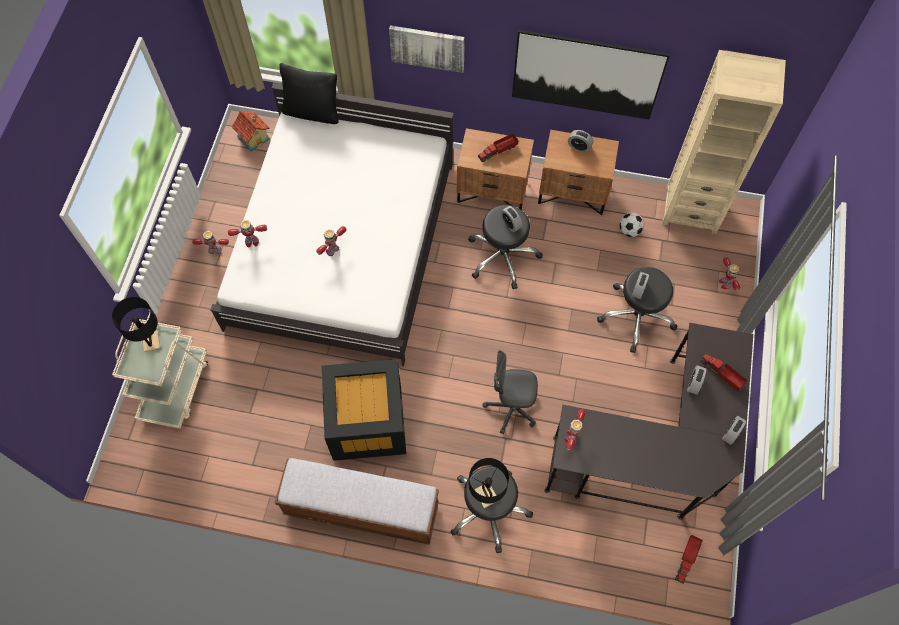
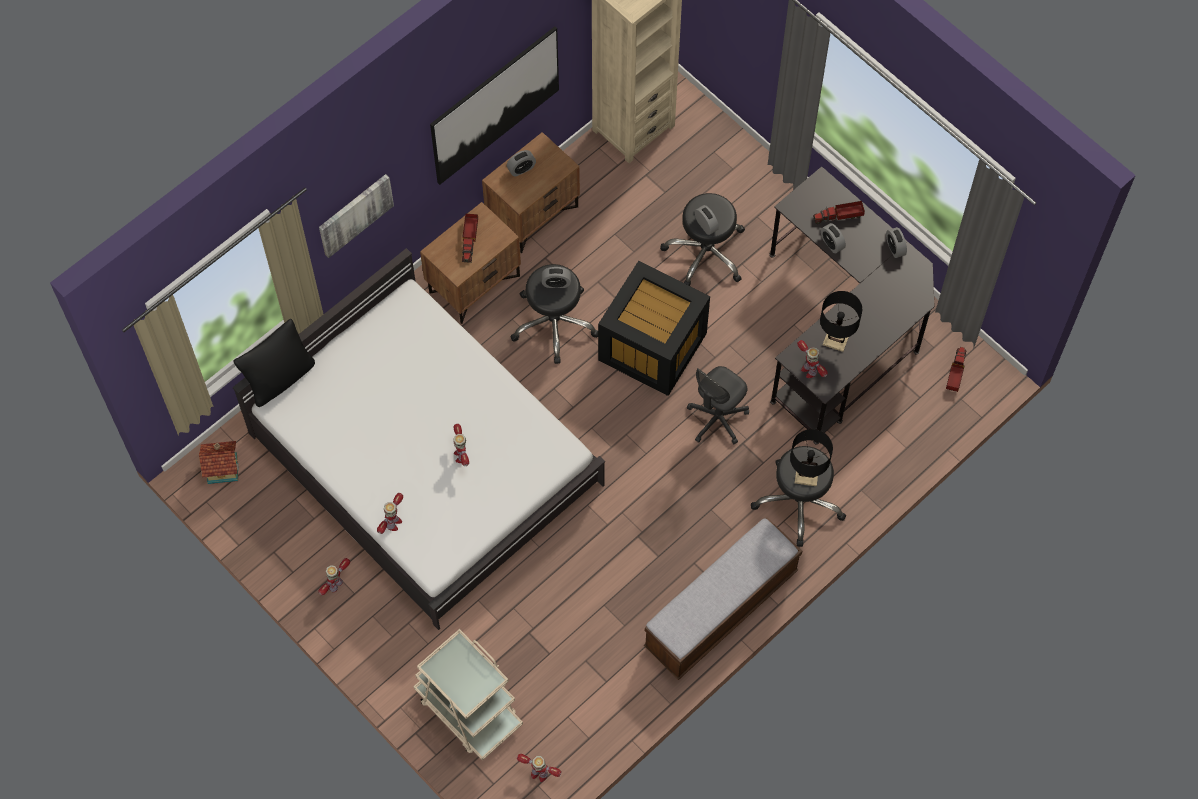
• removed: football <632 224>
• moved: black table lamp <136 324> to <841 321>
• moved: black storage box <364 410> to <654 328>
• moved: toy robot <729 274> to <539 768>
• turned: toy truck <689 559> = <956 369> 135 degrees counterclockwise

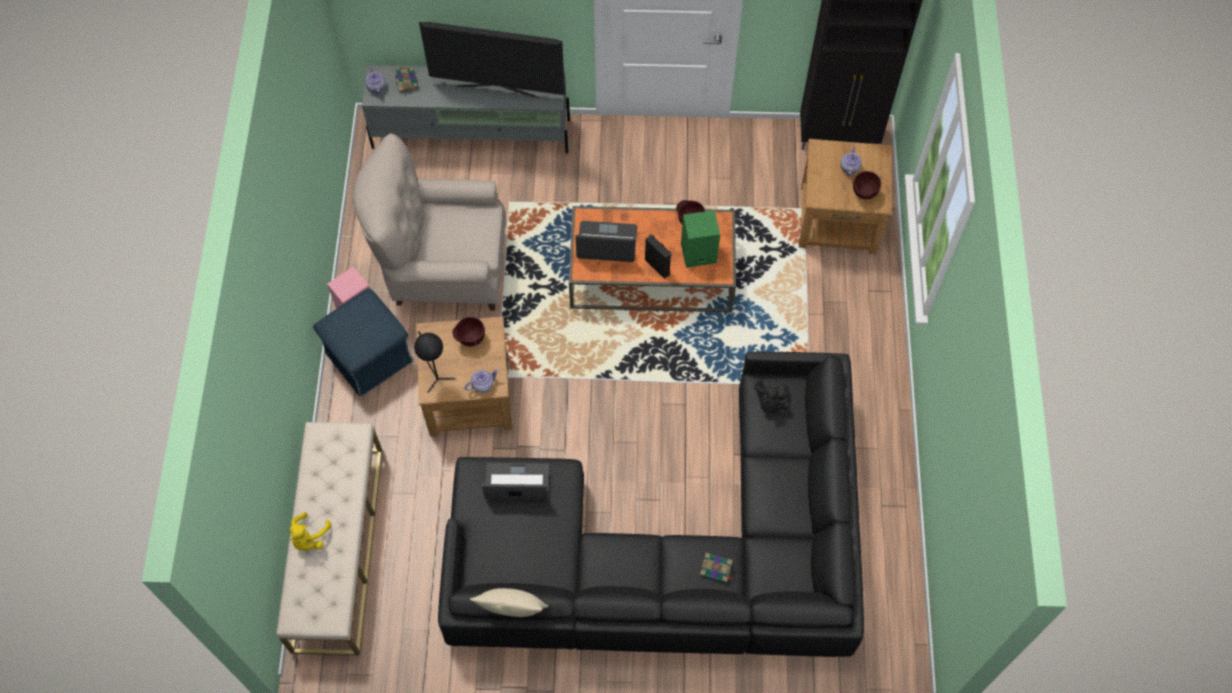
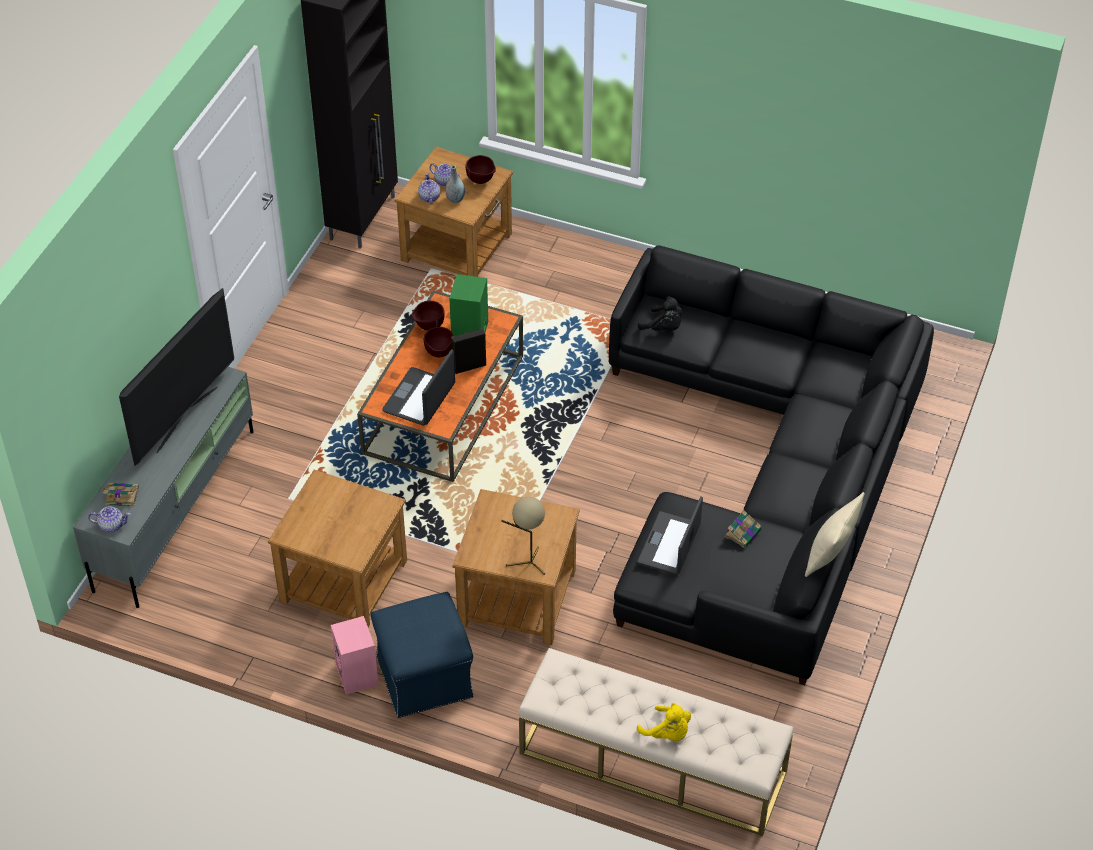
• added: grey vase <455 184>
• moved: brown bowl <468 332> to <438 342>
• moved: teapot <482 381> to <429 188>
• moved: book <716 568> to <743 529>
• replaced: beige armchair <429 222> to brown side table <337 548>
• recoloured: black table lamp <434 362> to beige table lamp <523 536>

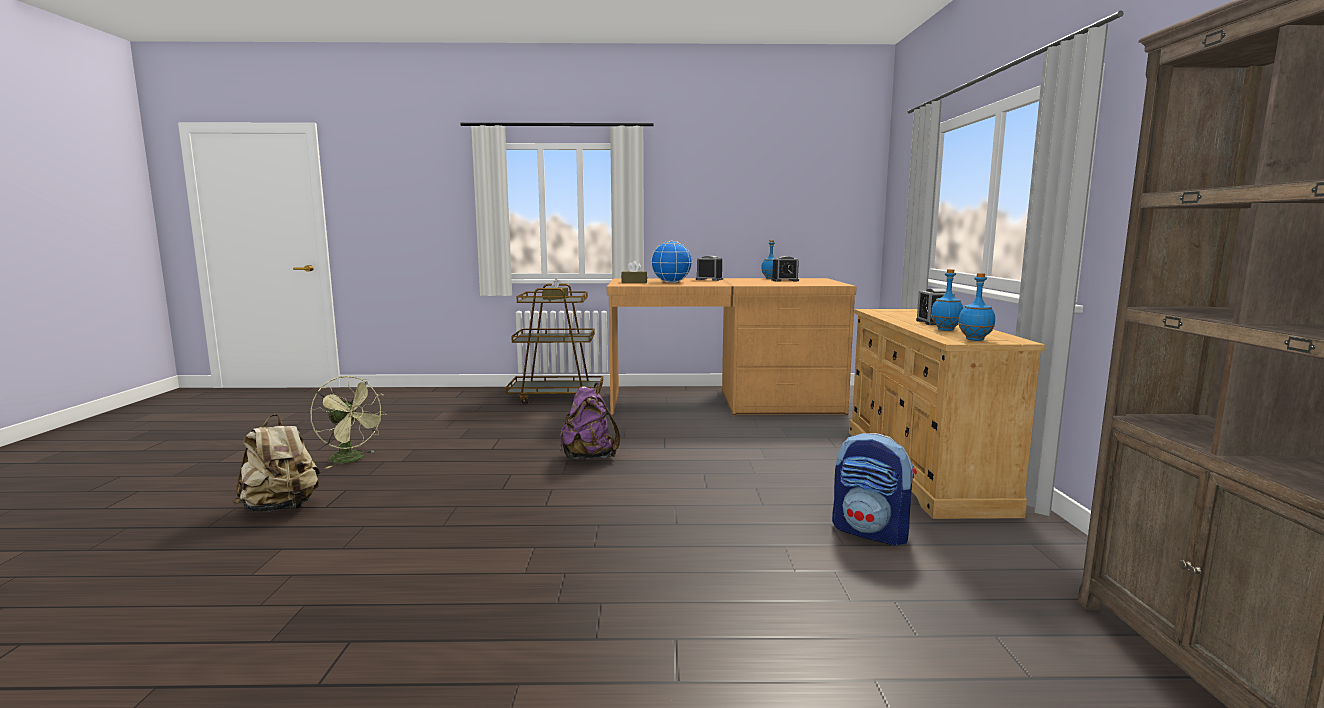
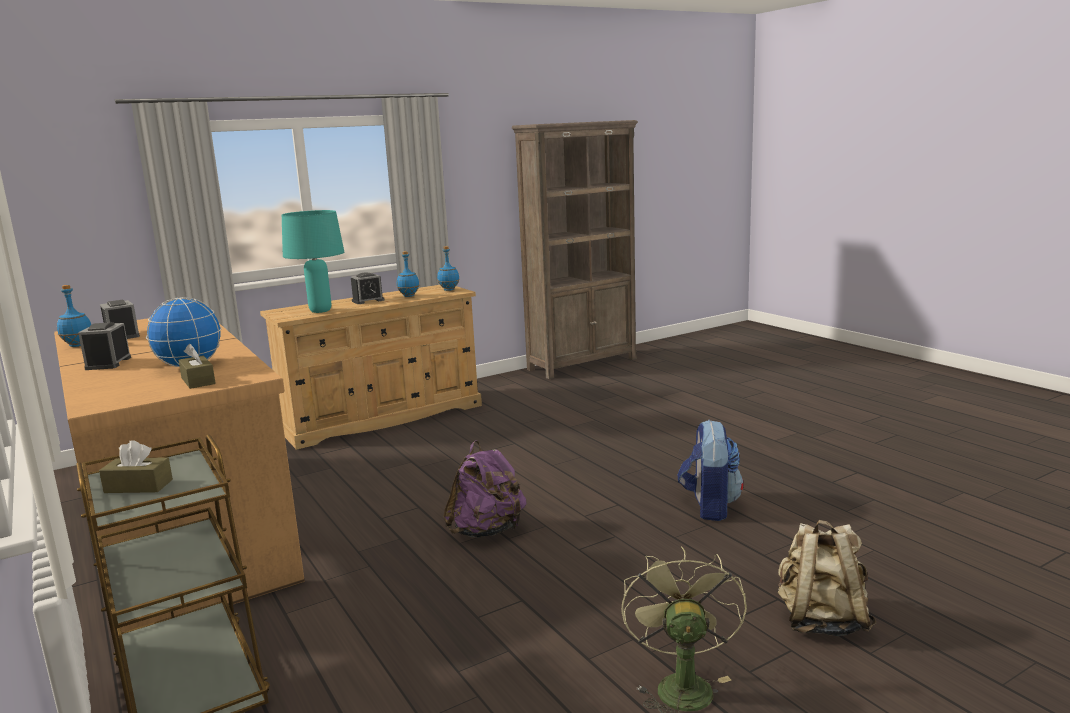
• added: turquoise table lamp <313 261>
• moved: backpack <874 489> to <710 470>

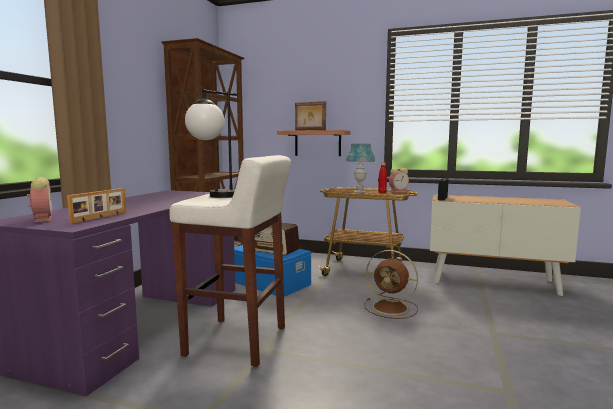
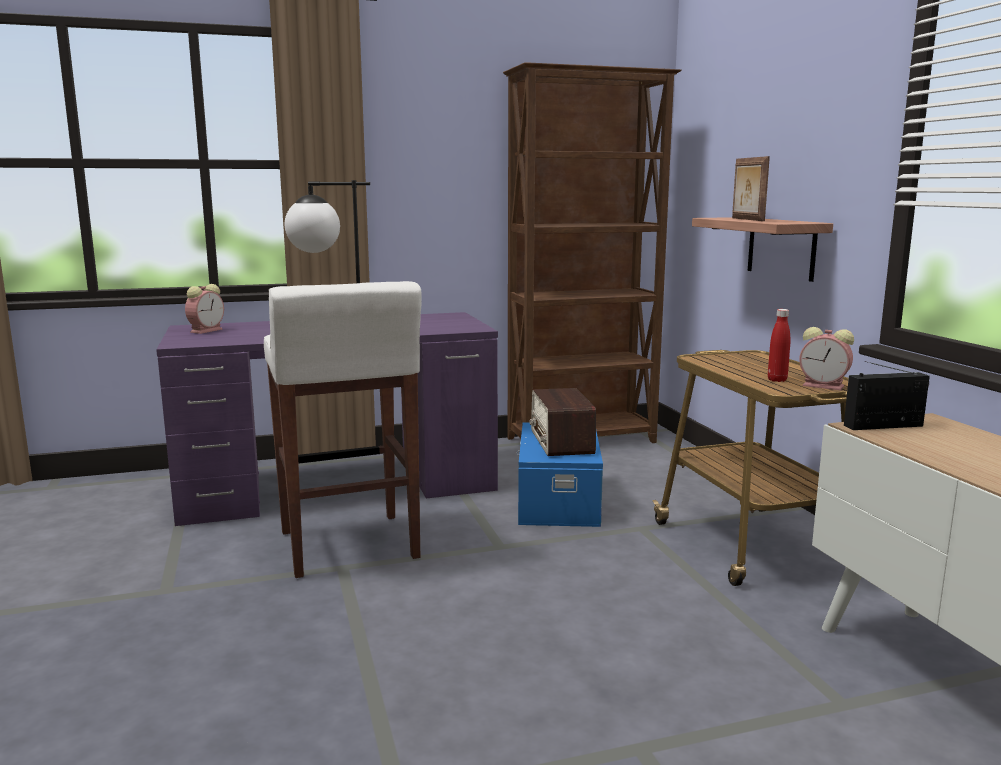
• removed: picture frame <96 205>
• removed: blue table lamp <360 168>
• removed: brown fan <391 284>

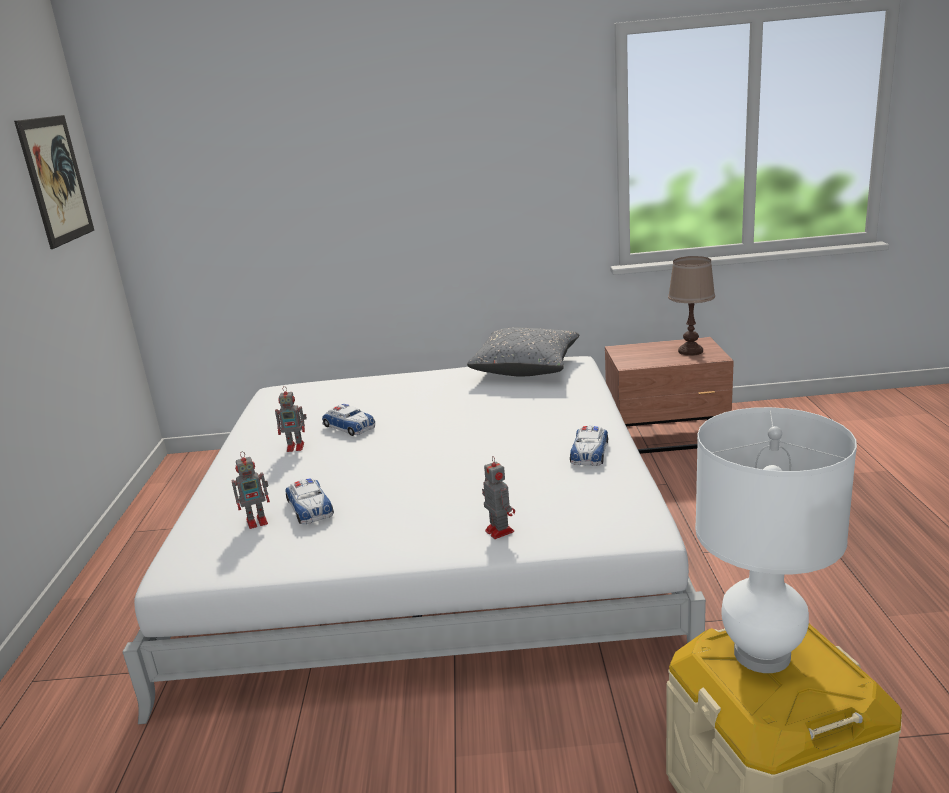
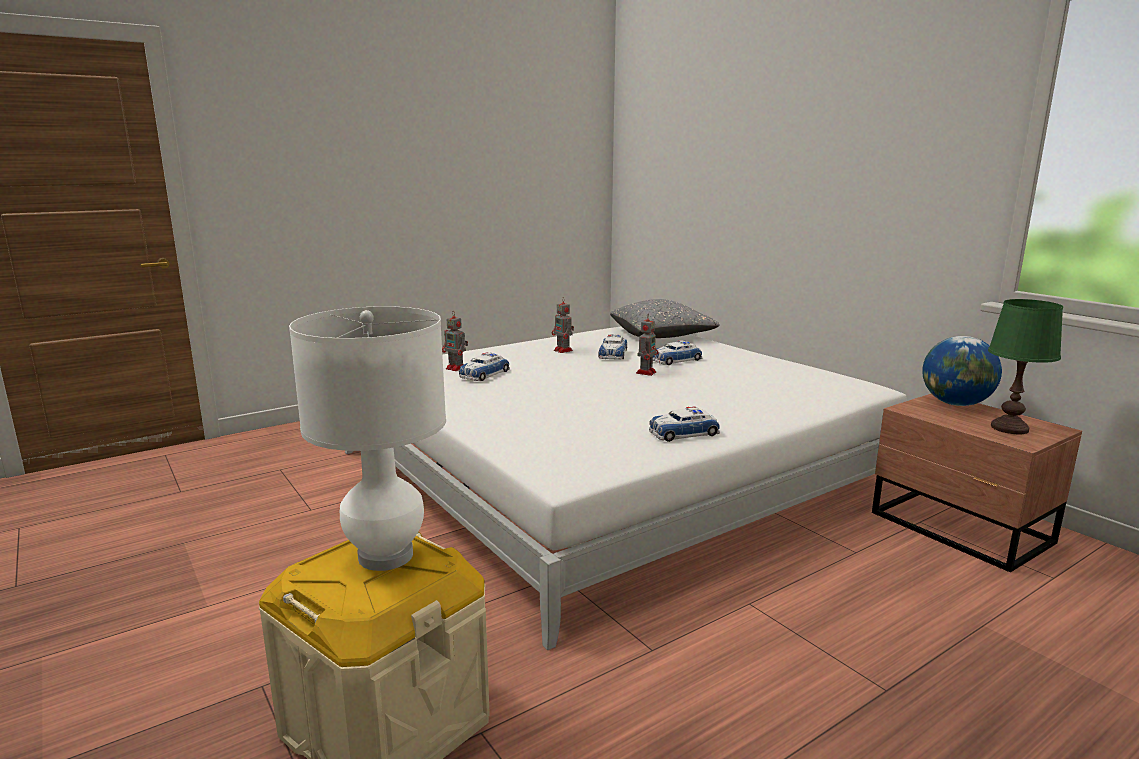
• removed: picture <54 182>
• added: toy car <677 352>
• added: globe <962 371>
• moved: grey pillow <523 352> to <665 318>
• moved: toy robot <498 497> to <647 345>
• recoloured: brown table lamp <691 306> to green table lamp <1025 366>

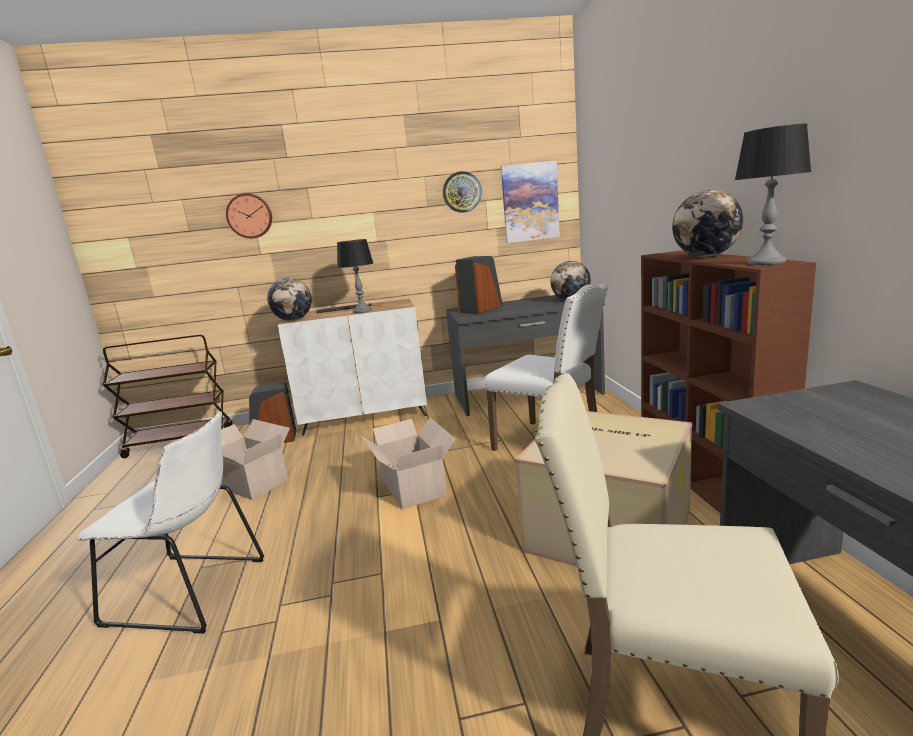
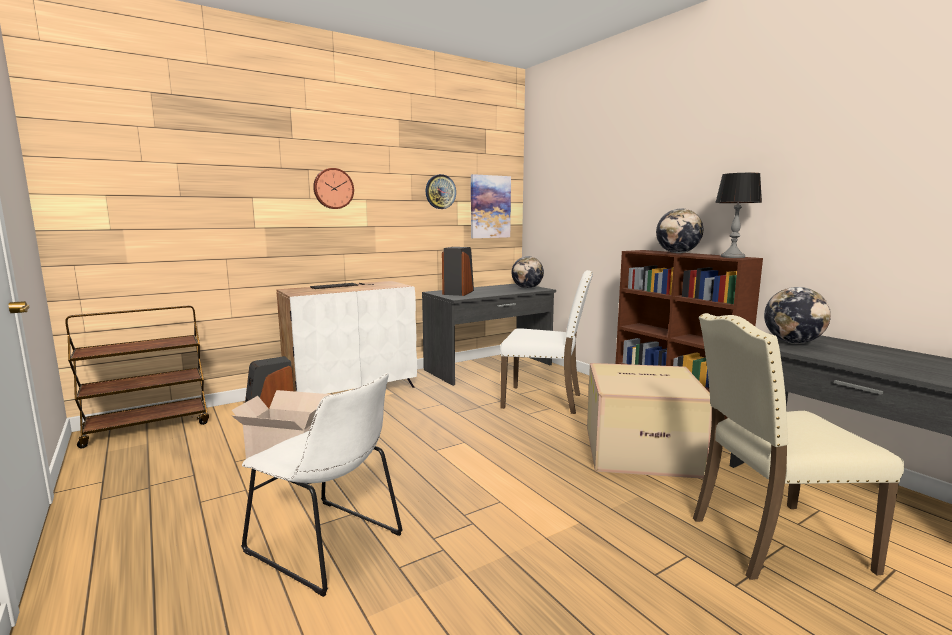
• removed: table lamp <355 276>
• removed: cardboard box <408 463>
• moved: wall clock <249 215> to <333 188>
• moved: globe <289 299> to <797 315>
• turned: white chair <170 522> = <322 485> 45 degrees clockwise

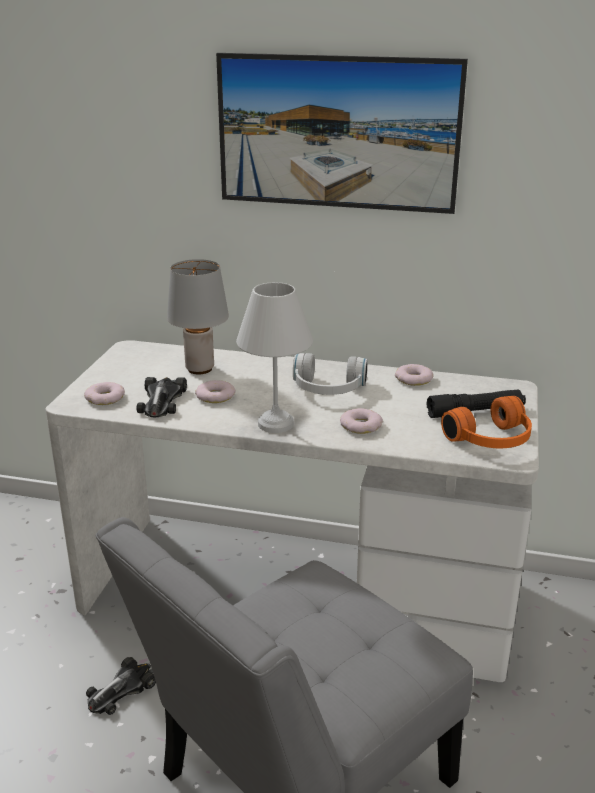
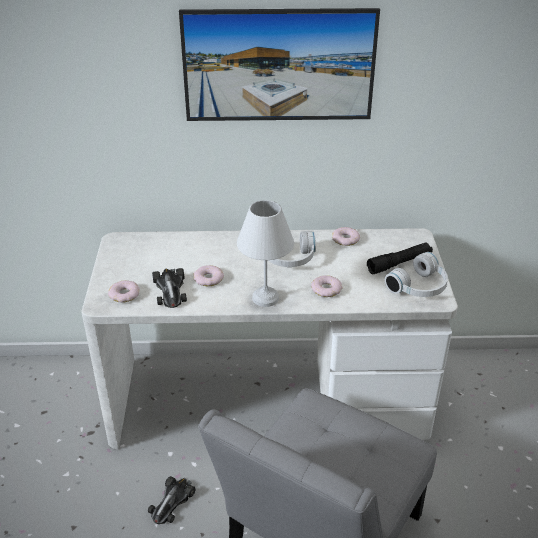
• removed: grey table lamp <198 316>
• recoloured: orange headphones <486 422> to white headphones <416 274>

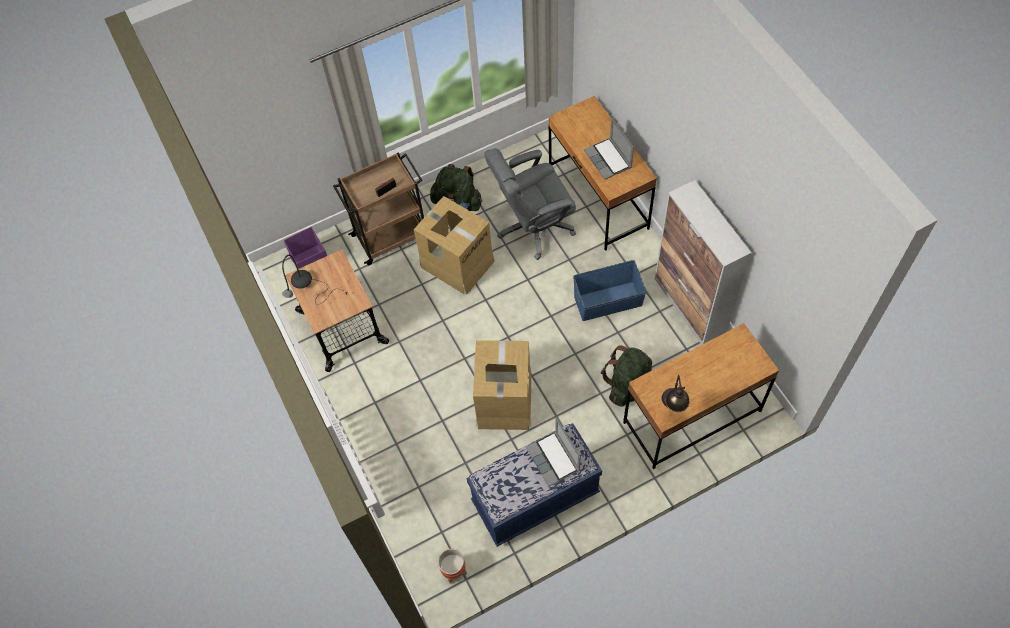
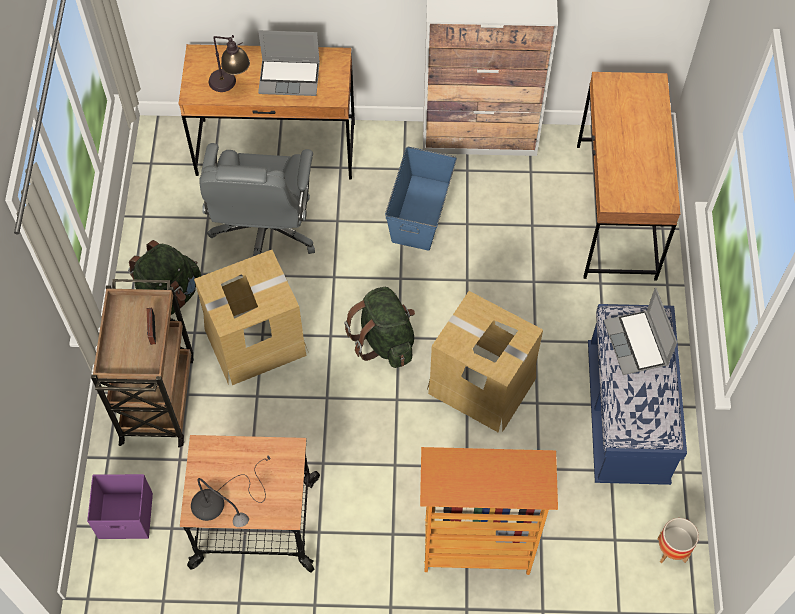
• added: bookcase <489 511>
• moved: green backpack <626 376> to <379 327>
• moved: table lamp <675 393> to <229 63>
• turned: laptop <553 452> = <640 331> 75 degrees clockwise

